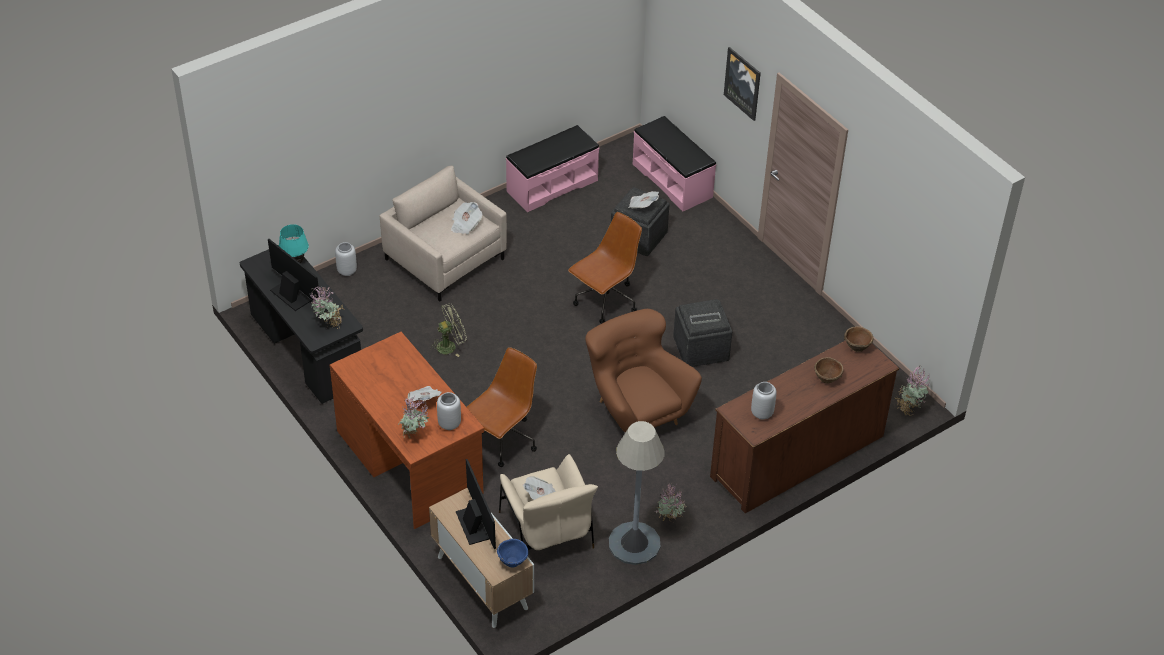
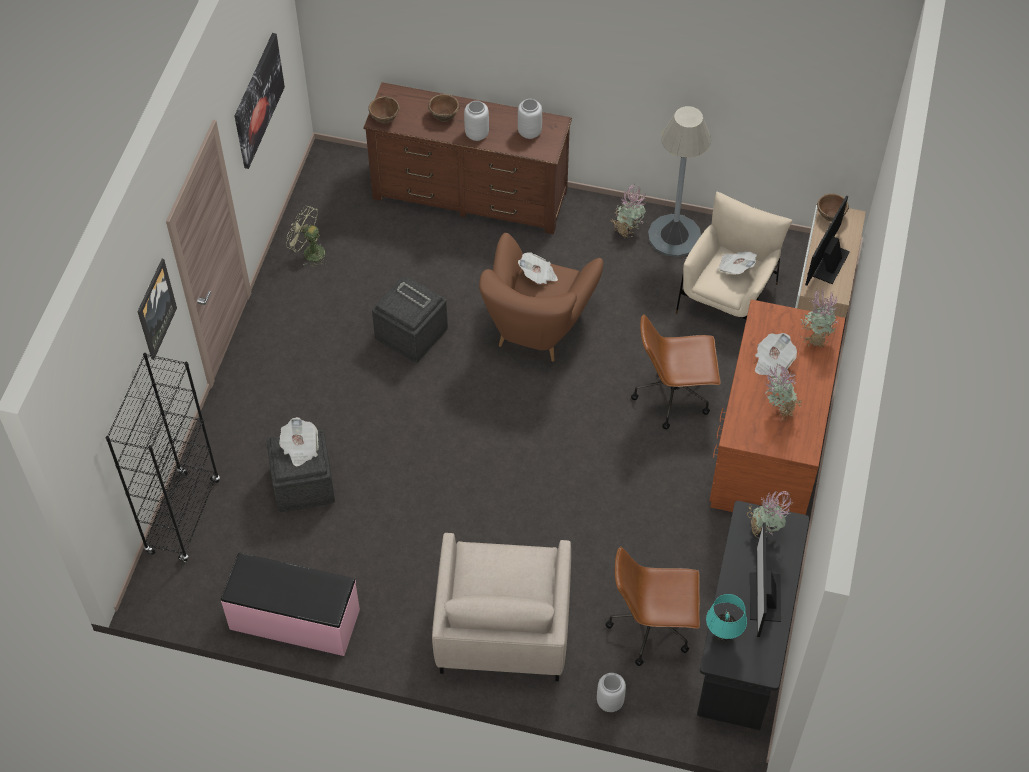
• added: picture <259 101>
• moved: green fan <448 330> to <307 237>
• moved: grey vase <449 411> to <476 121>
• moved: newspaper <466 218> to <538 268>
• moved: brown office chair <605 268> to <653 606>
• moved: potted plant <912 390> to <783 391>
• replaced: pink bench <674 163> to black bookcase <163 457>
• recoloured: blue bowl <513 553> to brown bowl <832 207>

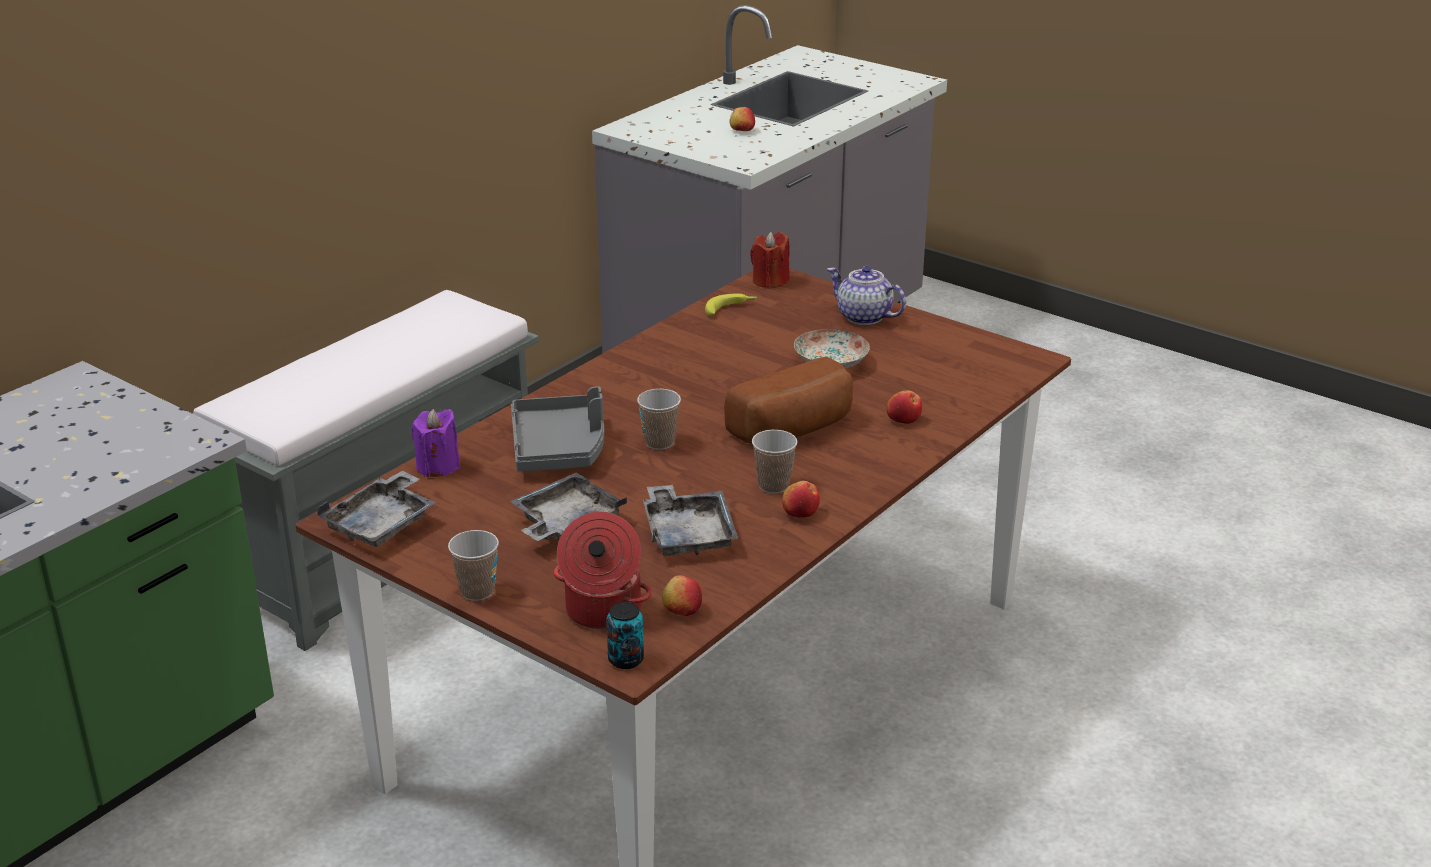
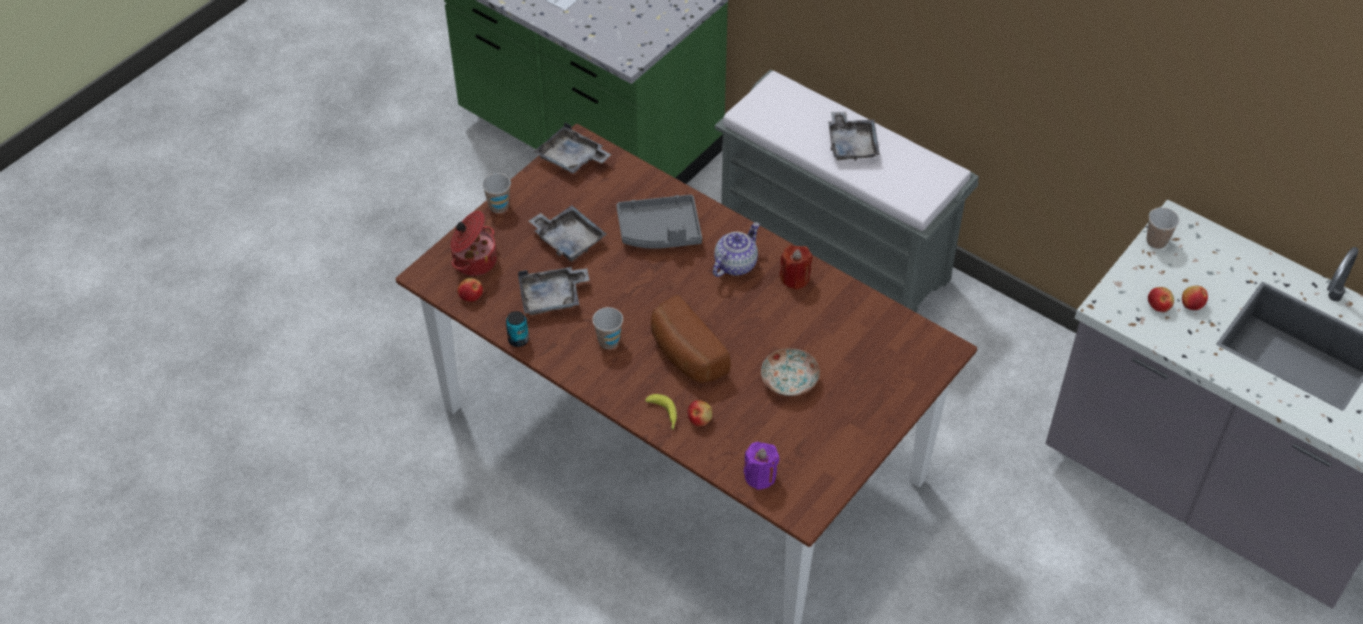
• added: grey tray <854 136>
• moved: purple candle <435 443> to <761 466>
• moved: can <625 635> to <517 329>
• moved: cup <659 419> to <1163 228>
• moved: banana <731 304> to <661 412>
• moved: red candle <770 260> to <796 267>
• moved: apple <801 499> to <1161 299>
• moved: teapot <866 295> to <736 250>

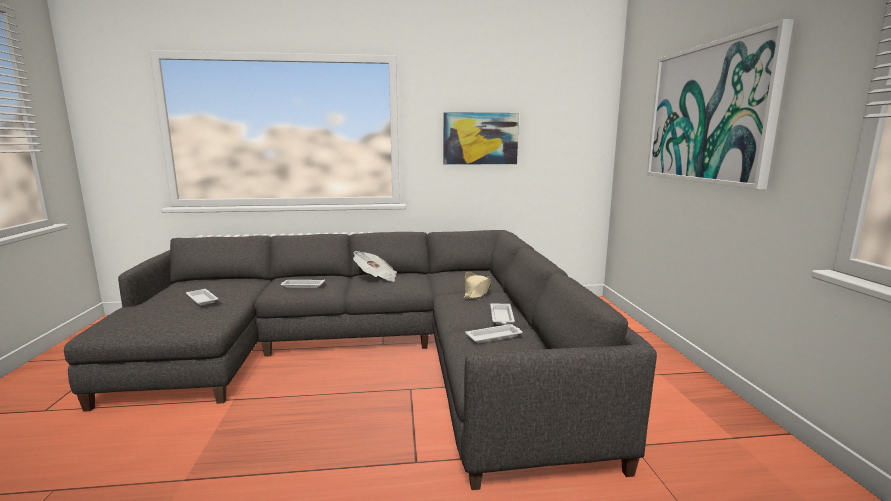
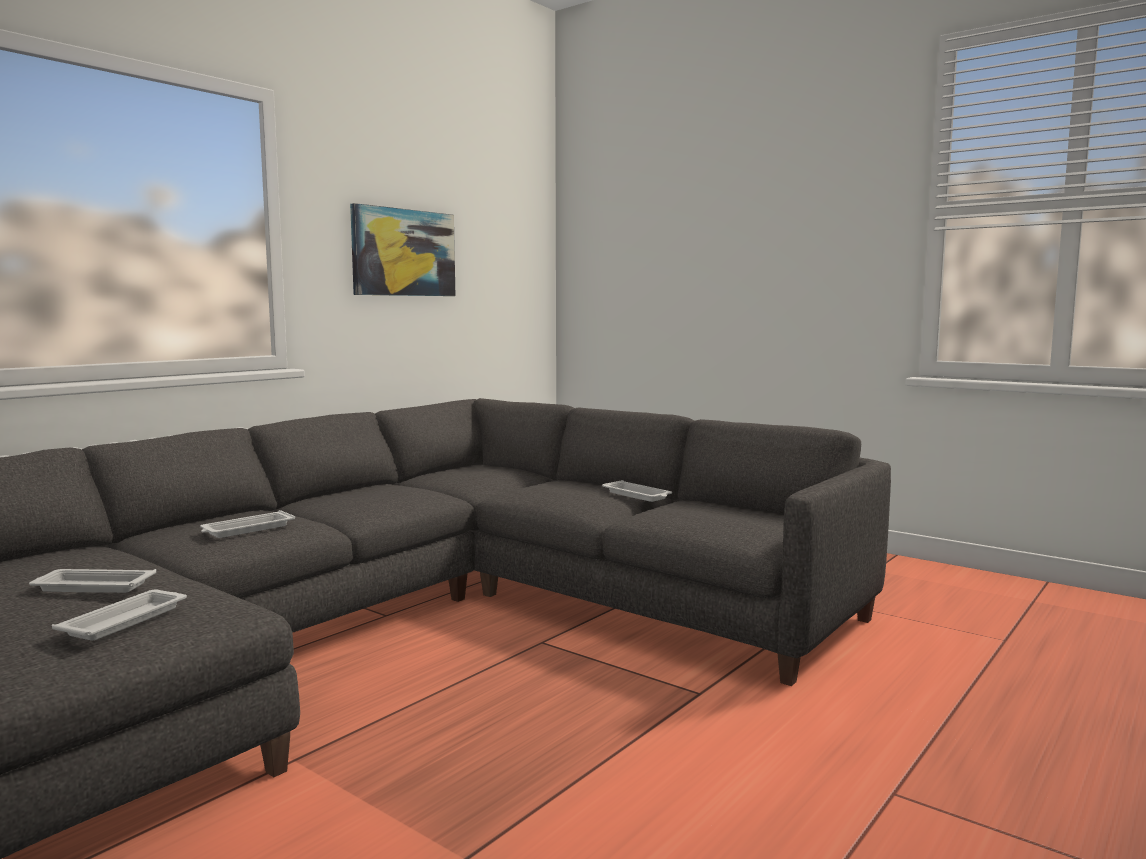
• removed: newspaper <375 266>
• removed: beige hat <477 285>
• removed: picture <720 104>
• moved: white tray <494 333> to <119 615>

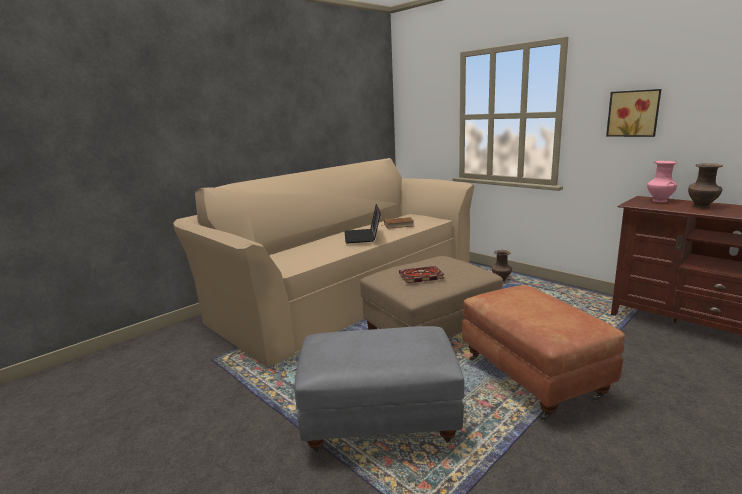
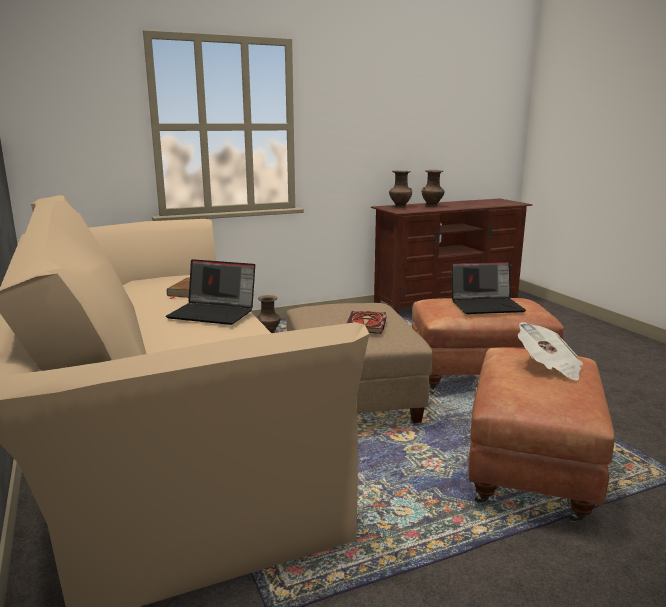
• removed: picture <633 113>
• added: laptop <488 287>
• added: newspaper <550 351>
• recoloured: grey ottoman <379 389> to brown ottoman <541 435>
• recoloured: pink vase <662 182> to brown vase <400 189>

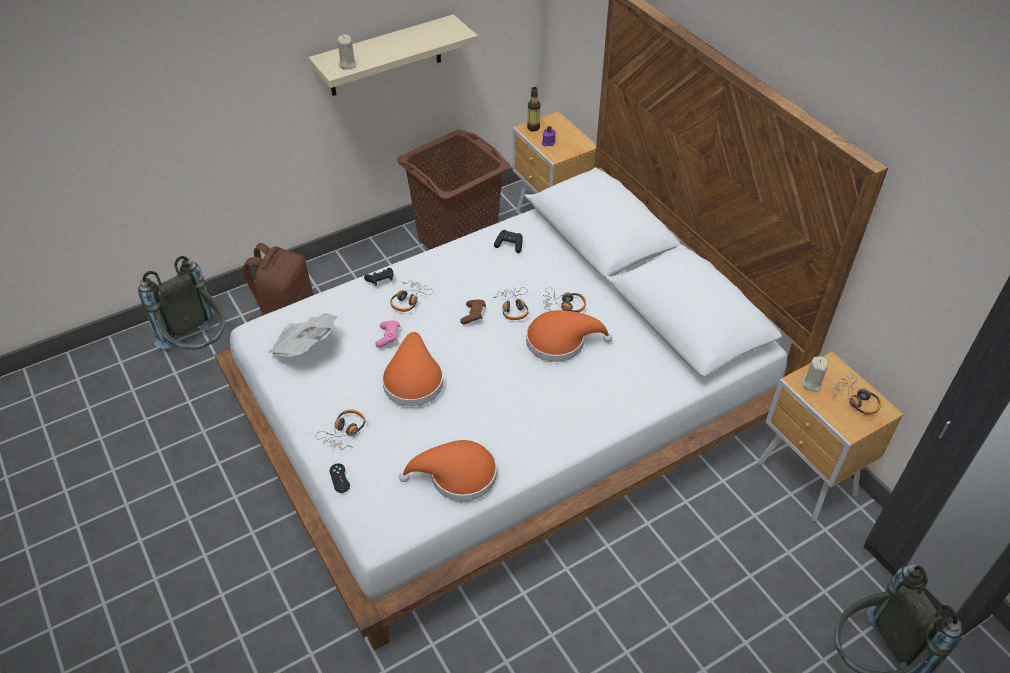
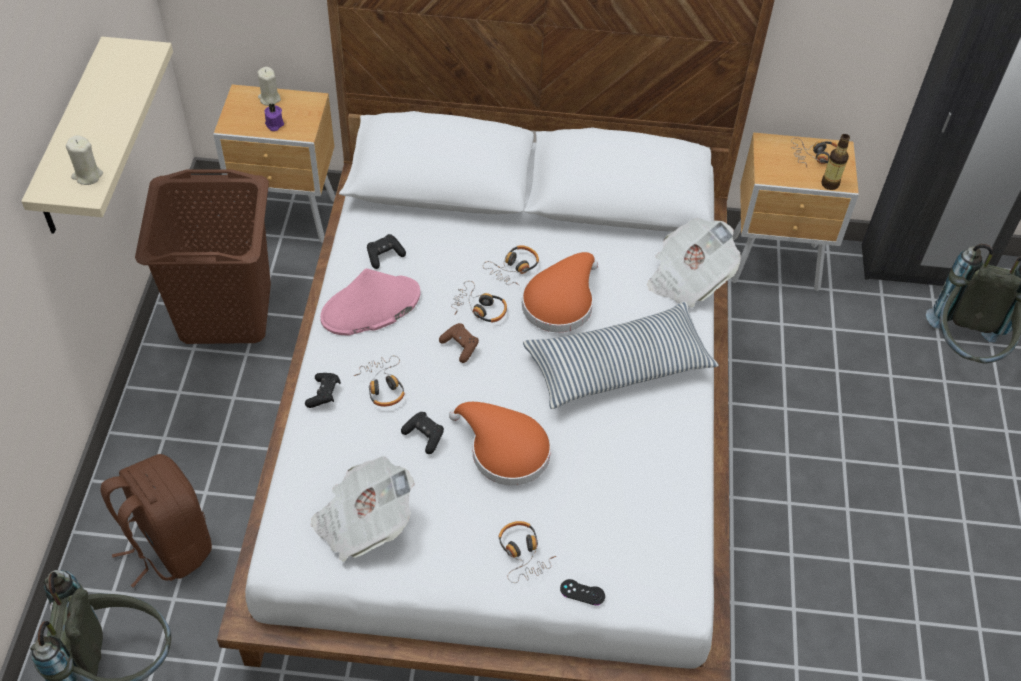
• removed: orange hat <448 470>
• added: pink hat <370 302>
• added: pillow <621 355>
• added: newspaper <694 263>
• moved: bottle <533 109> to <835 162>
• moved: beige candle <815 374> to <269 86>
• recoloured: pink game controller <388 334> to black game controller <422 433>

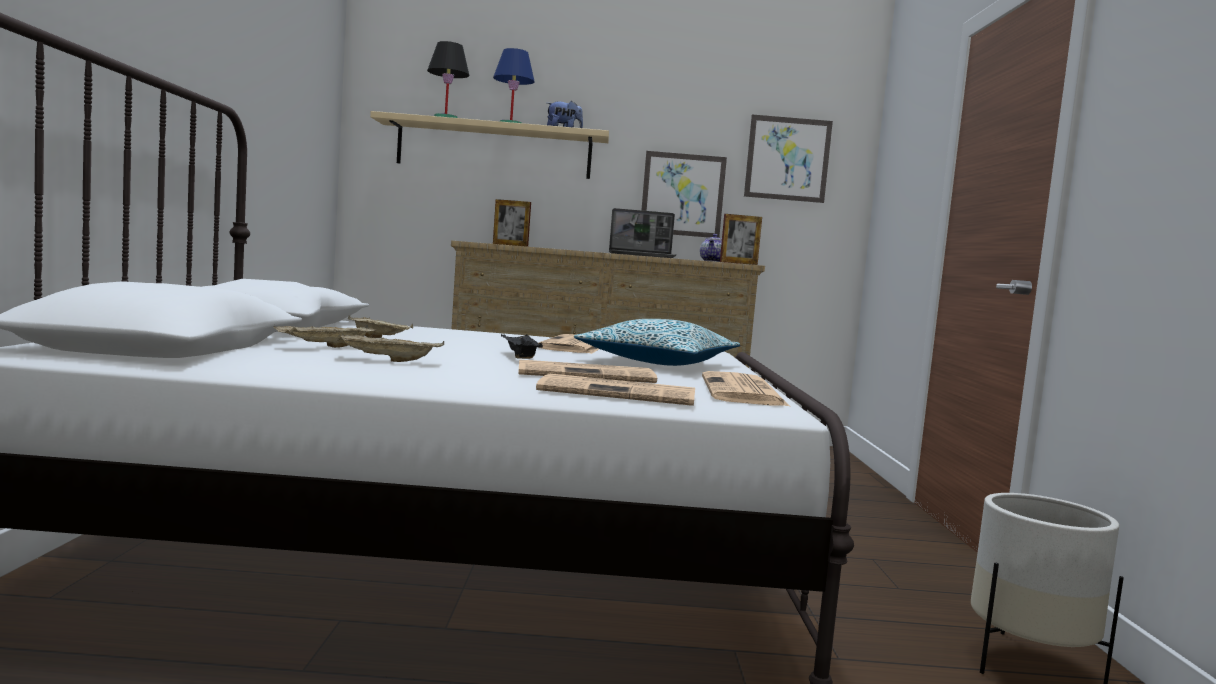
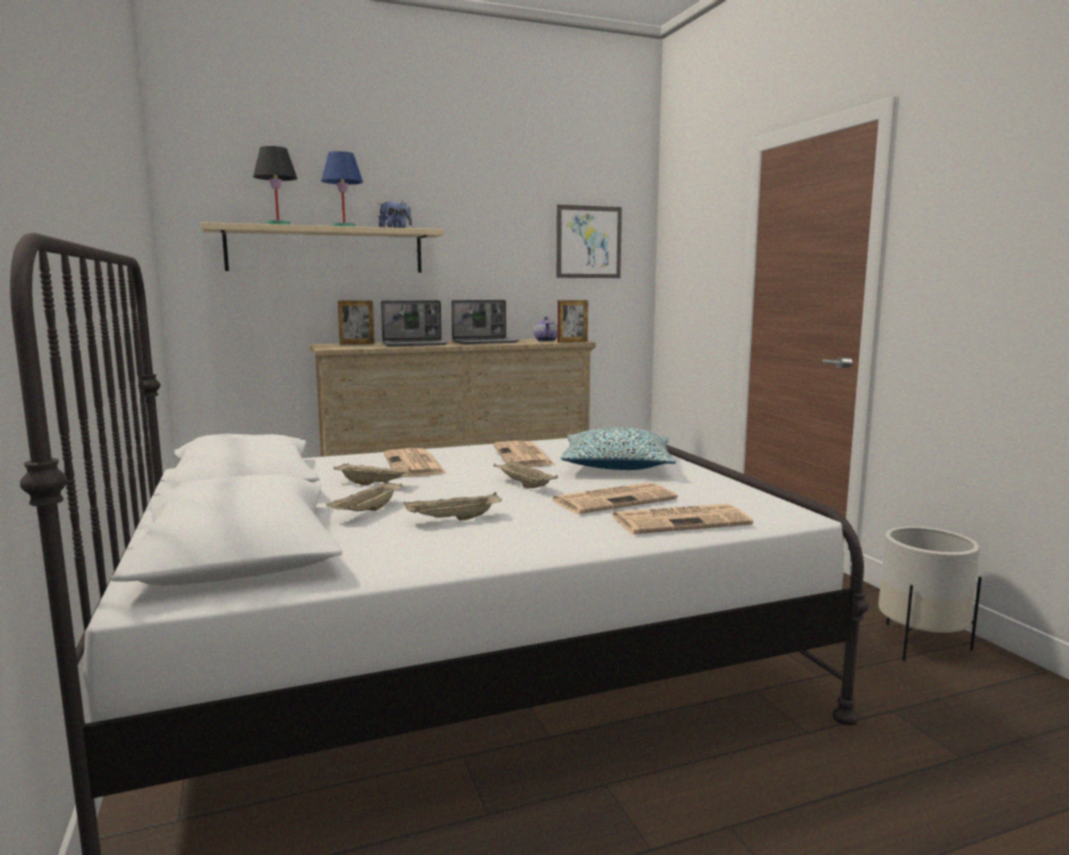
• removed: picture <684 194>
• added: laptop <414 323>
• moved: newspaper <745 388> to <415 462>
• recoloured: black tray <522 346> to beige tray <526 474>

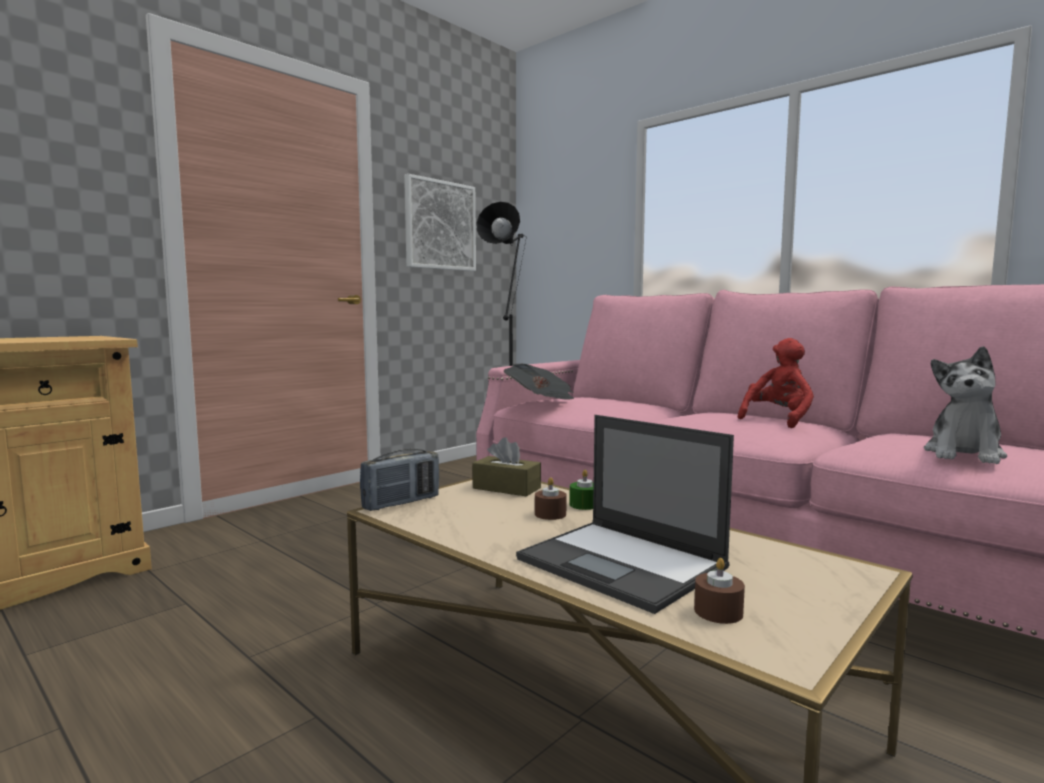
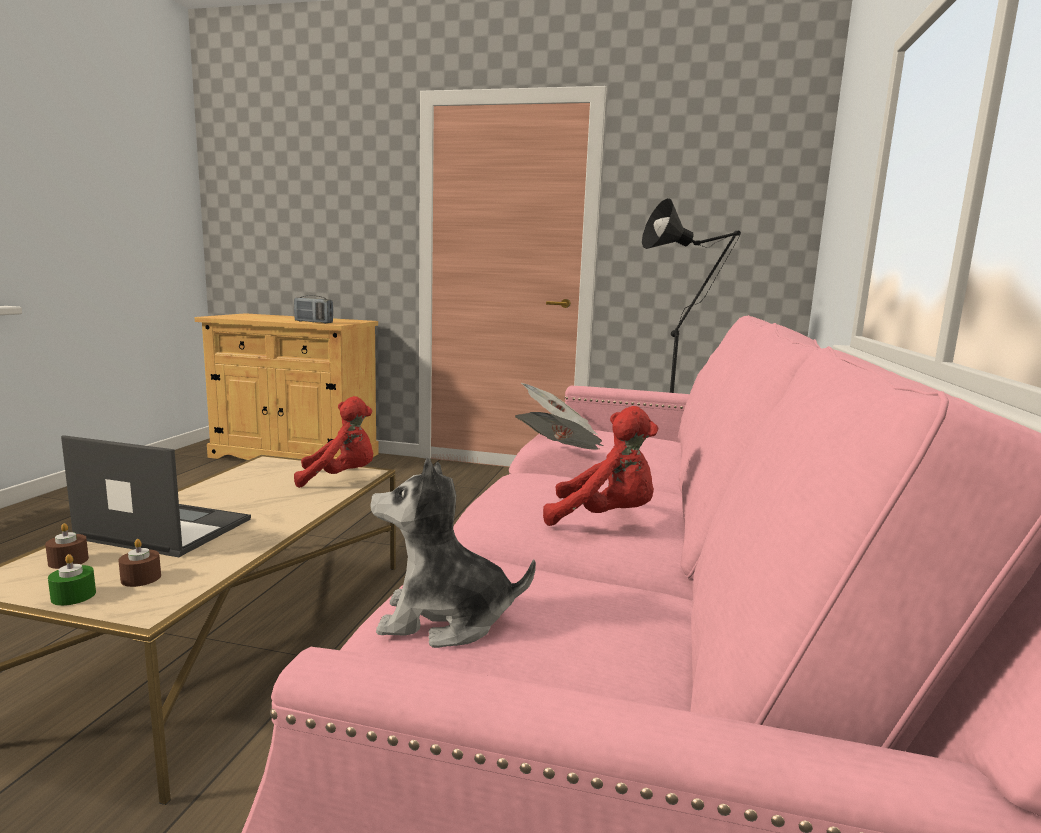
• removed: picture <440 222>
• added: newspaper <559 431>
• moved: radio <399 480> to <313 309>
• moved: brown candle <551 498> to <139 563>
• moved: green candle <581 490> to <72 580>
• replaced: brown tissue box <507 467> to red plush toy <333 442>
• turned: laptop <625 514> = <156 496> 90 degrees clockwise

